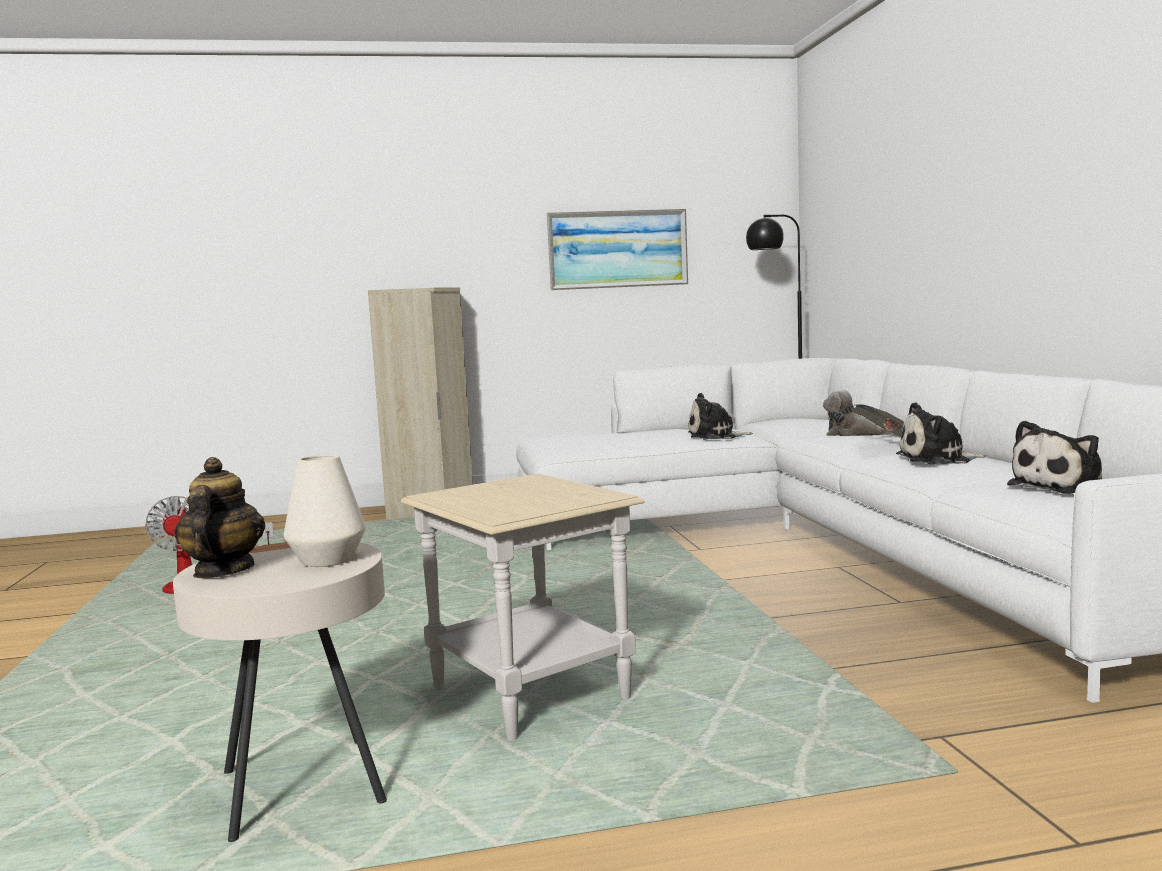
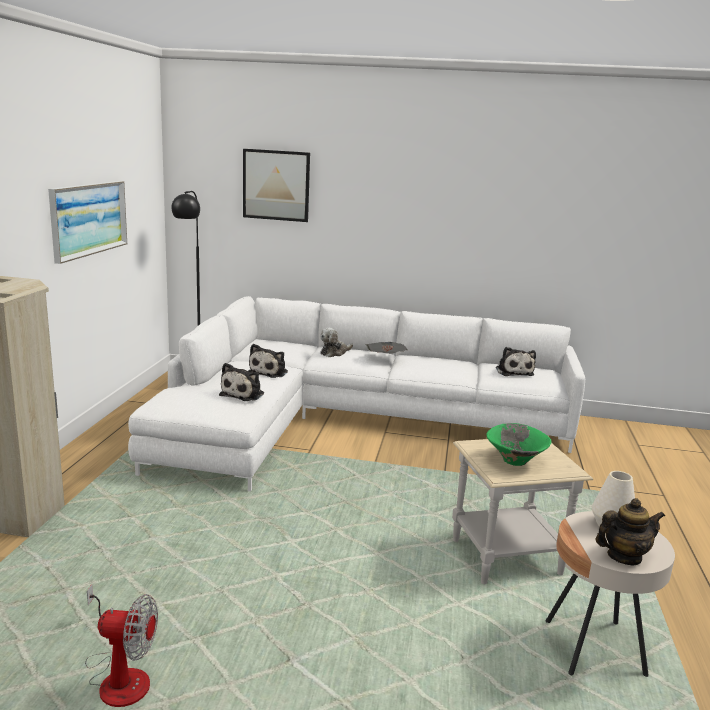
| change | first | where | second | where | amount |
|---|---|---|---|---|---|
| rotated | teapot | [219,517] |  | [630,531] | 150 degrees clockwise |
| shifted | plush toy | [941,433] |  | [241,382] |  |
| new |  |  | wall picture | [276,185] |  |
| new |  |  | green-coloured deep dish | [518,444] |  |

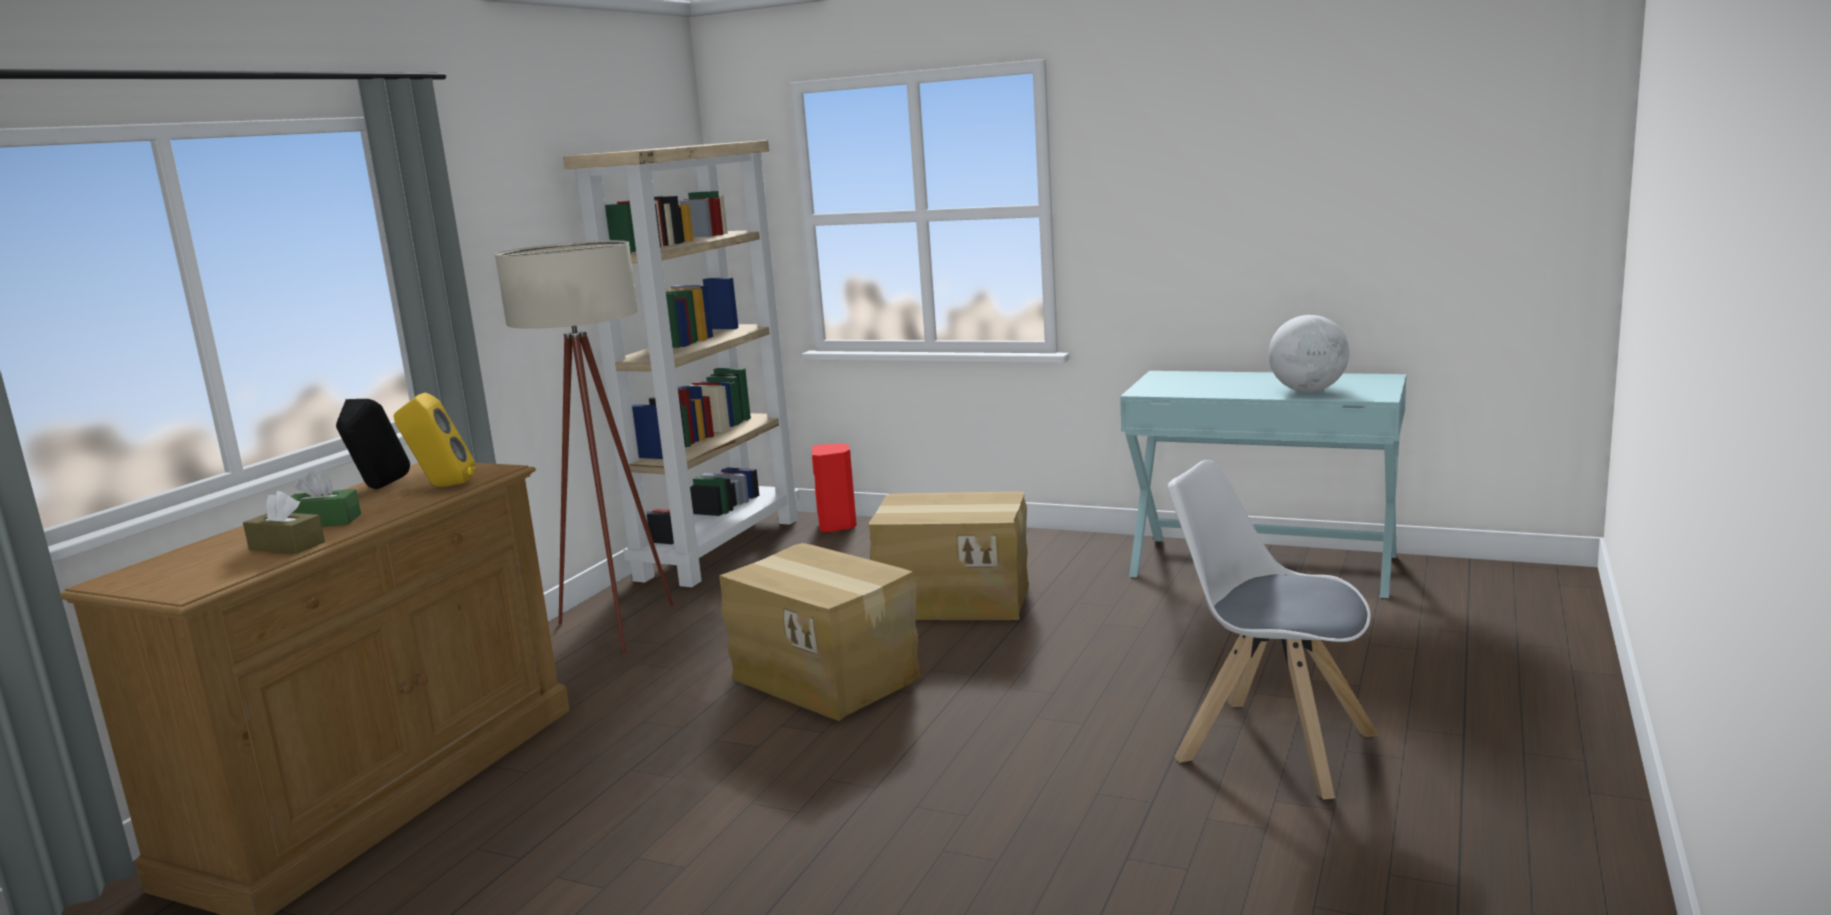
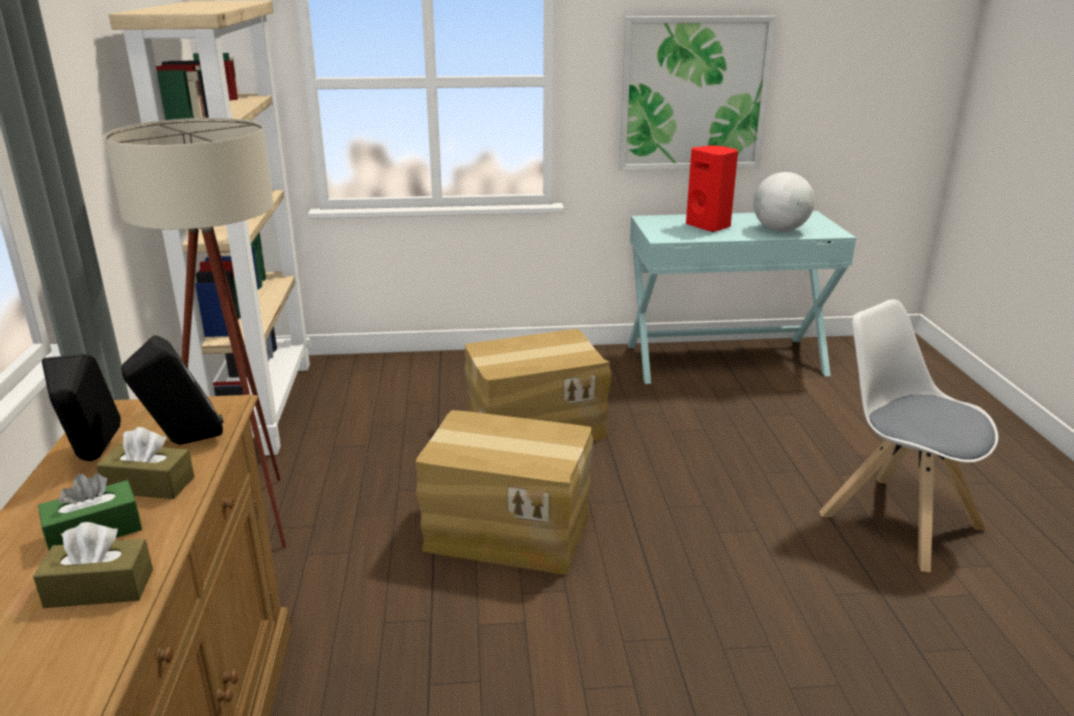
| change | first | where | second | where | amount |
|---|---|---|---|---|---|
| repainted | yellowish speaker | [434,440] | blackish speaker | [172,390] |  |
| shifted | reddish speaker | [834,488] |  | [712,188] |  |
| rotated | plain chair | [1273,630] |  | [908,436] | 45 degrees clockwise |
| new |  |  | brown box of tissues | [145,463] |  |
| new |  |  | wall picture | [697,93] |  |

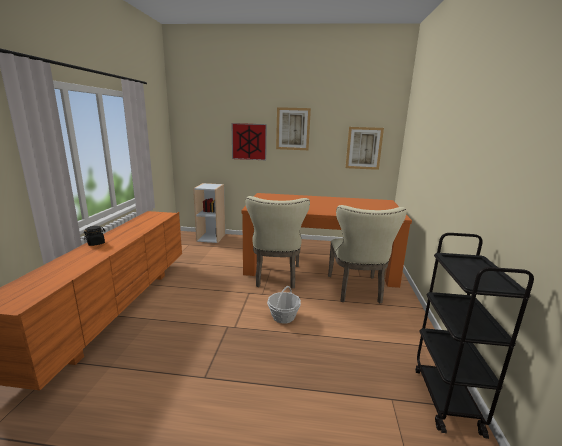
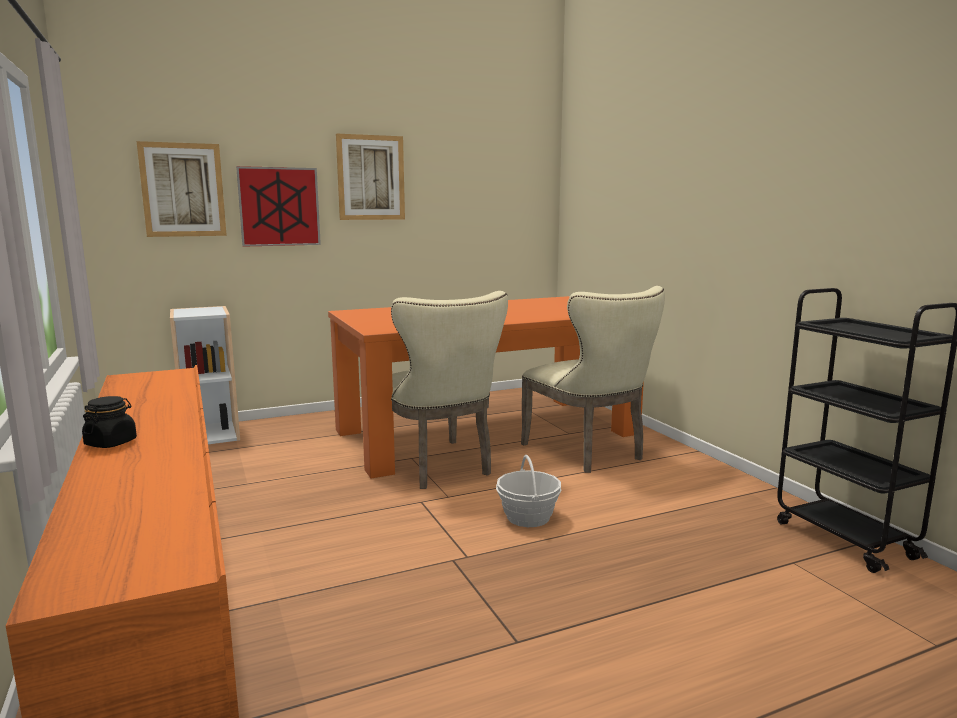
| change | first | where | second | where | amount |
|---|---|---|---|---|---|
| shifted | wall picture | [364,148] |  | [182,189] |  |

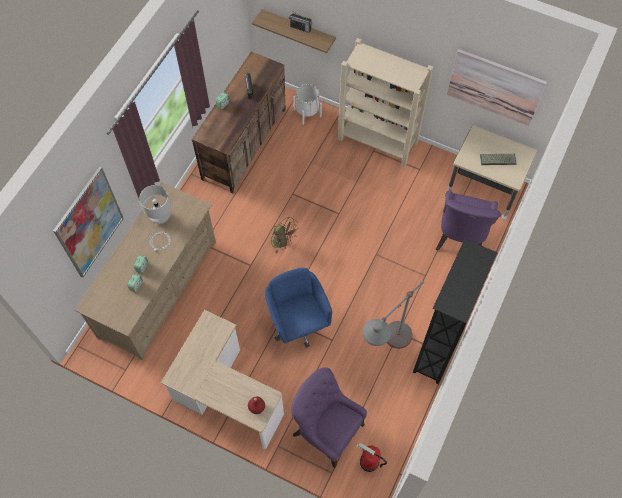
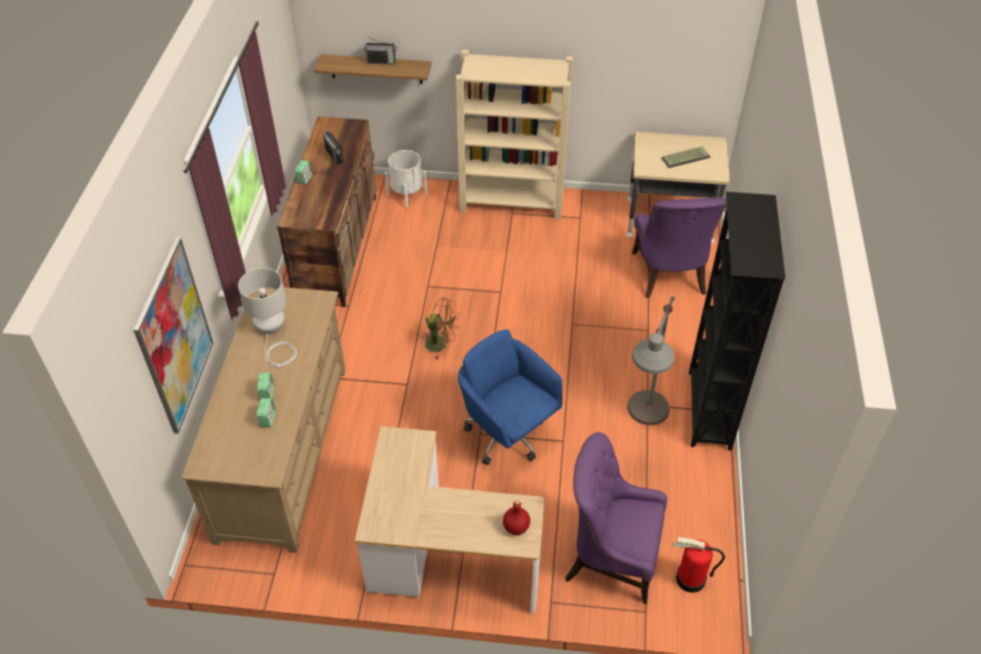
| change | first | where | second | where | amount |
|---|---|---|---|---|---|
| gone | wall picture | [497,87] |  |  |  |

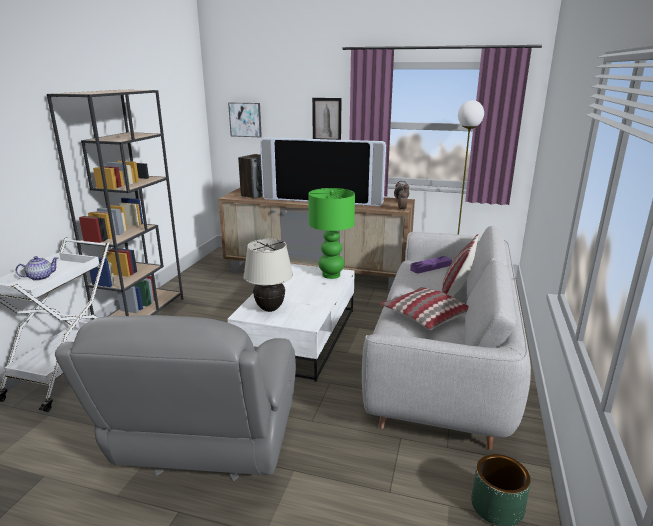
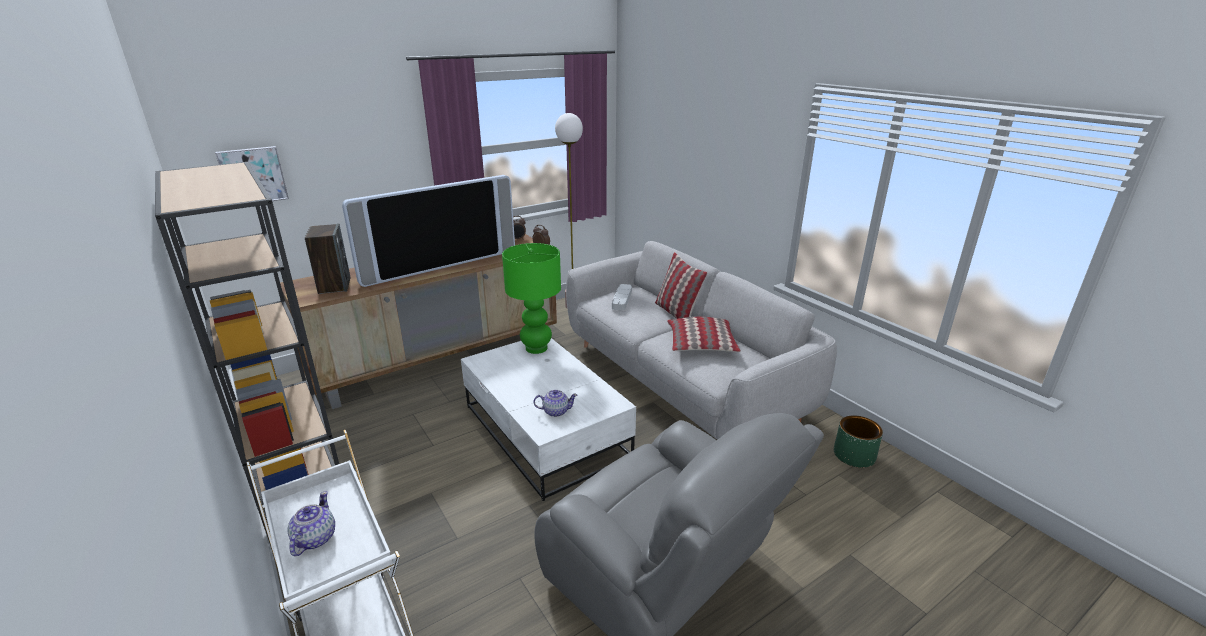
| change | first | where | second | where | amount |
|---|---|---|---|---|---|
| swapped | beige-coloured tabletop lamp | [268,275] | teapot | [555,403] |  |
| gone | wall picture | [327,119] |  |  |  |
| repainted | purplish carrying tray | [431,264] | grey carrying tray | [622,297] |  |

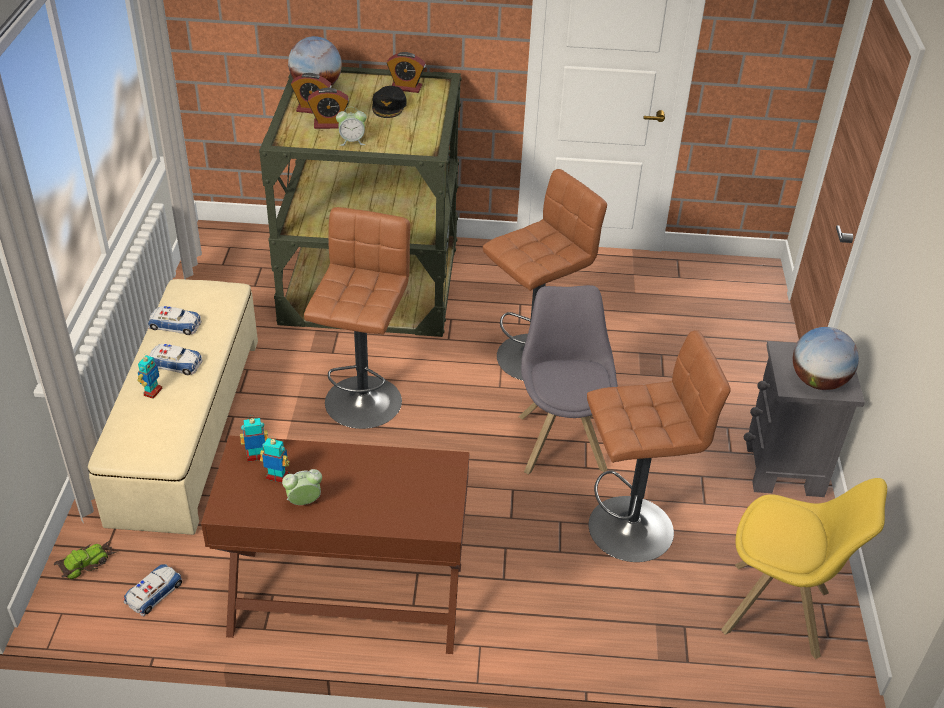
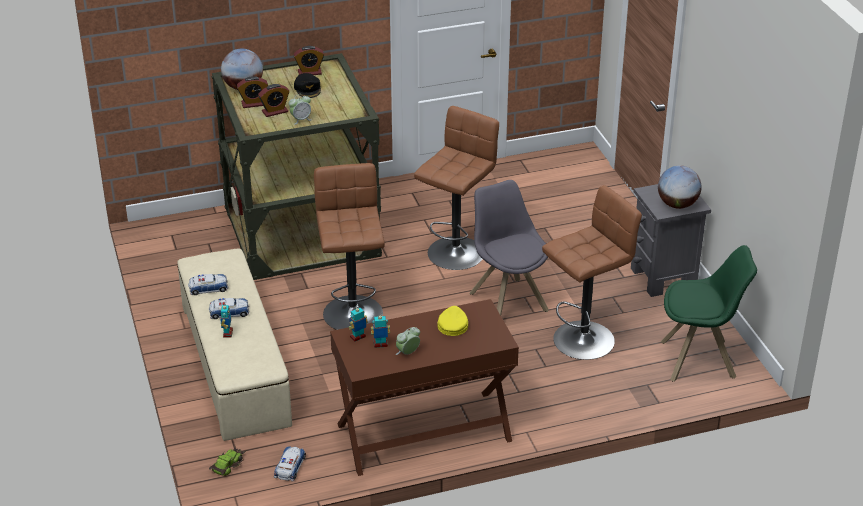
| change | first | where | second | where | amount |
|---|---|---|---|---|---|
| repainted | yellowish plain chair | [804,568] | green-coloured plain chair | [709,313] |  |
| new |  |  | yellowish cap | [453,321] |  |

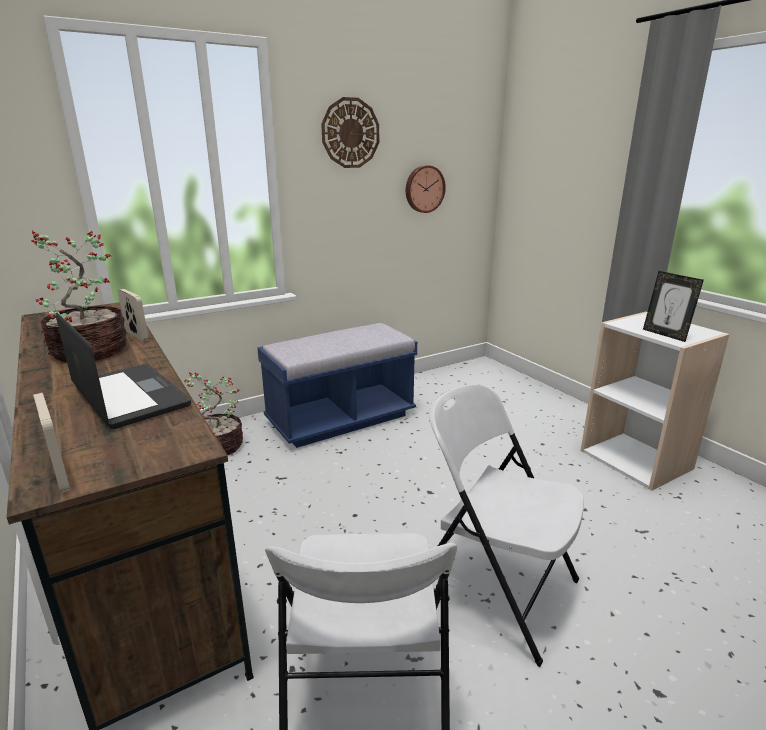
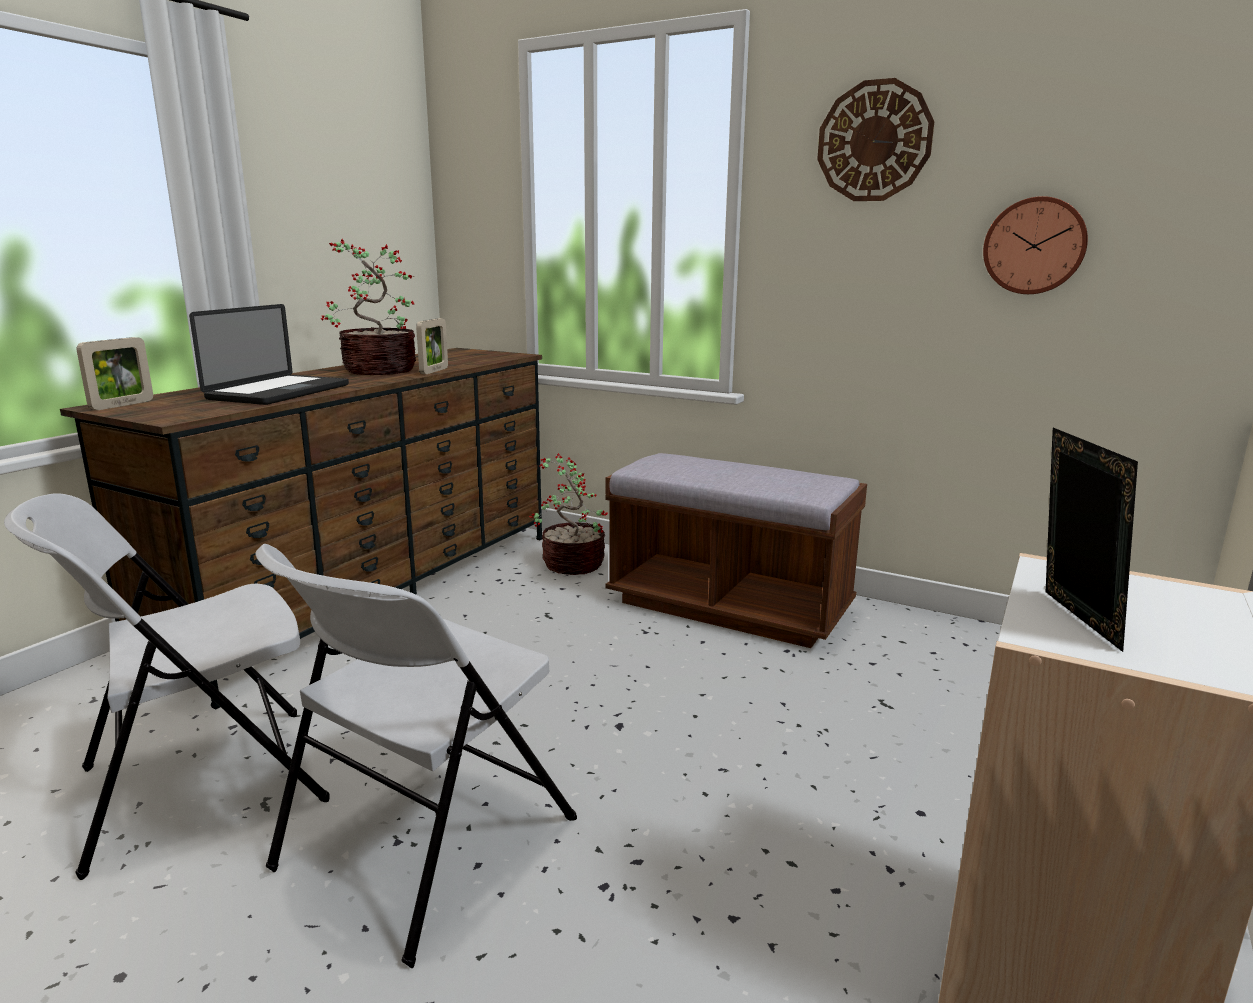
| change | first | where | second | where | amount |
|---|---|---|---|---|---|
| repainted | blue indoor bench | [337,385] | brown indoor bench | [736,550] |  |
| rotated | white-coloured plain chair | [506,526] |  | [416,756] | 150 degrees counterclockwise |
| rotated | picture frame | [673,306] |  | [1092,540] | 150 degrees clockwise |

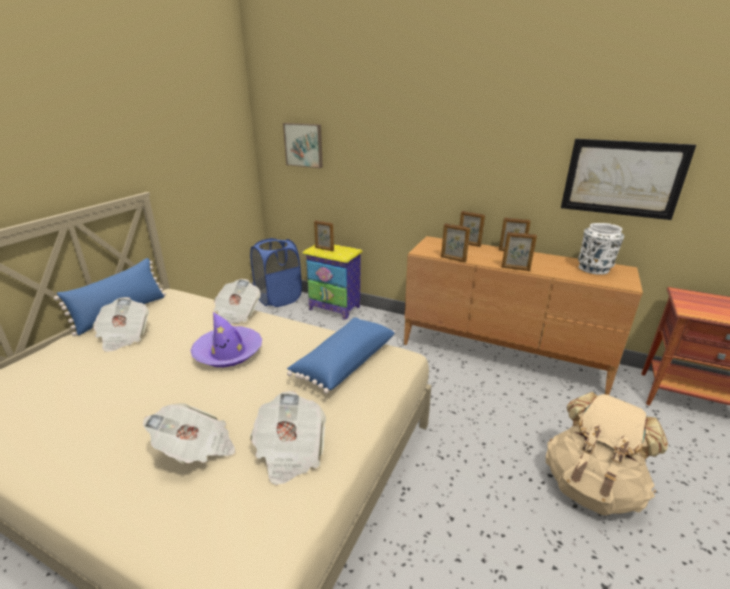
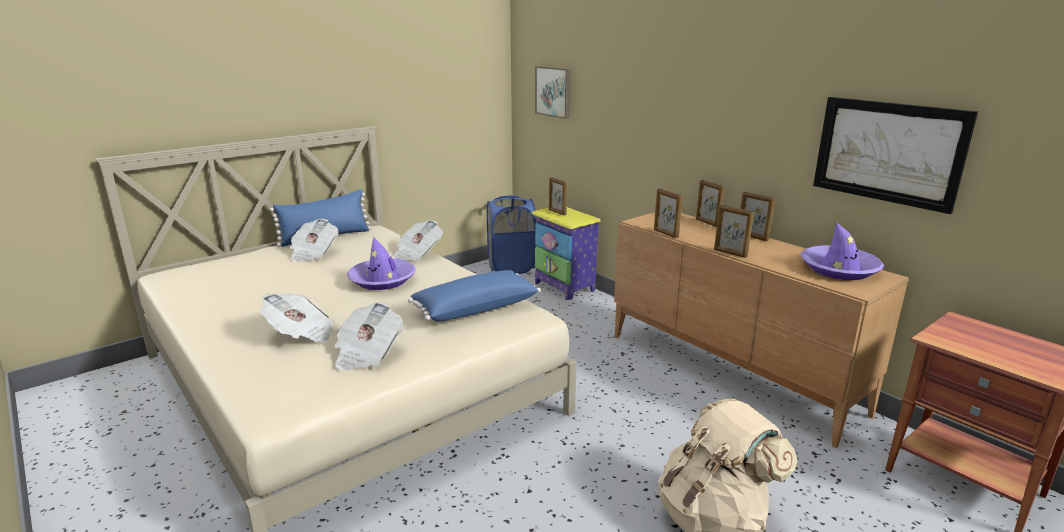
| change | first | where | second | where | amount |
|---|---|---|---|---|---|
| swapped | white-coloured vase | [601,249] | purplish clothing hat | [842,251] |  |

